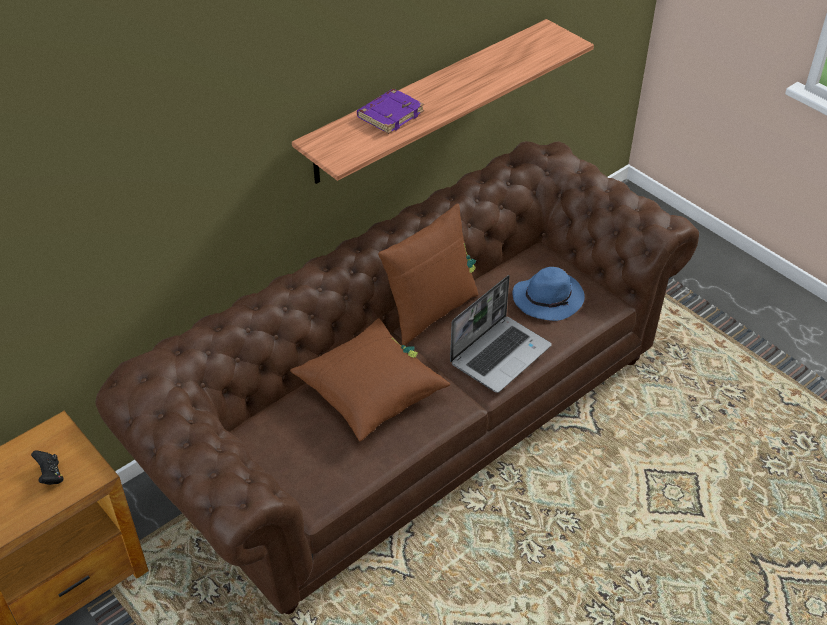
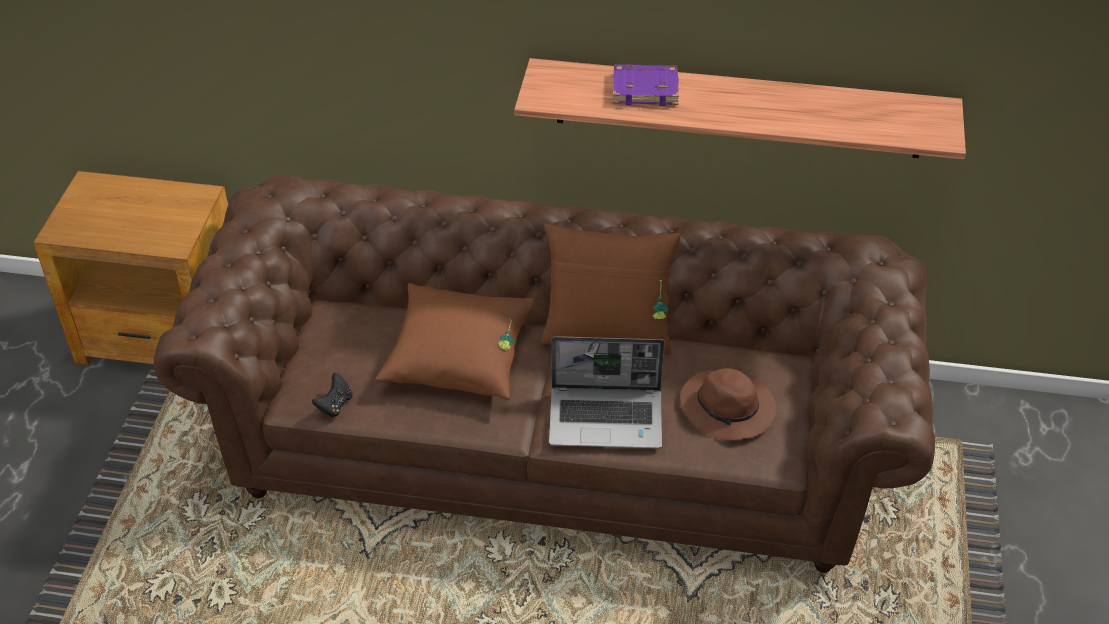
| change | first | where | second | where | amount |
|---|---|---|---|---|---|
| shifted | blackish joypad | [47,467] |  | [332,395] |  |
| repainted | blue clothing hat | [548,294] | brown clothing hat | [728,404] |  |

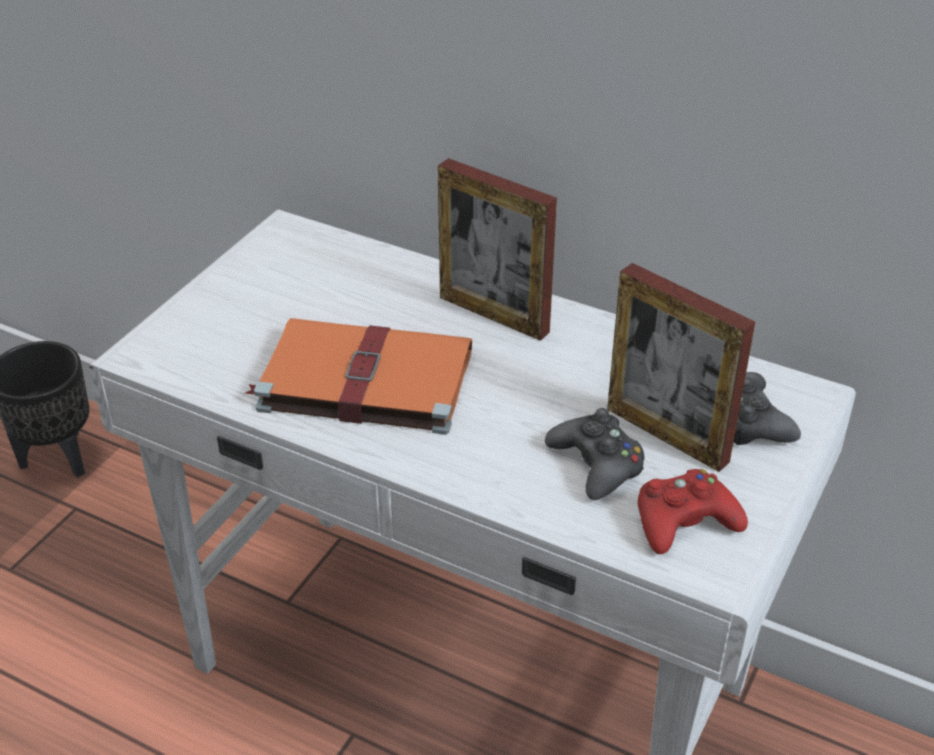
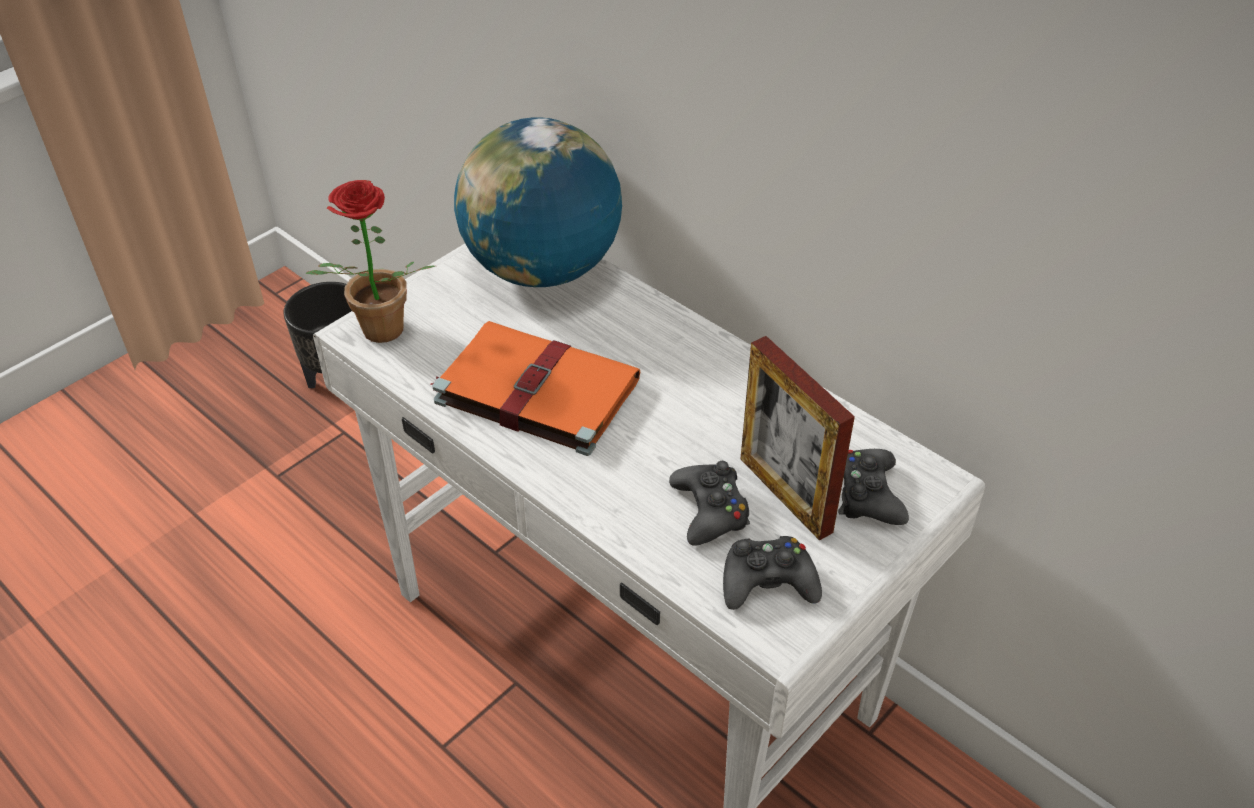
| change | first | where | second | where | amount |
|---|---|---|---|---|---|
| gone | picture frame | [497,249] |  |  |  |
| repainted | reddish joypad | [693,511] | blackish joypad | [772,573] |  |
| new |  |  | houseplant | [370,261] |  |
| new |  |  | globe | [538,202] |  |

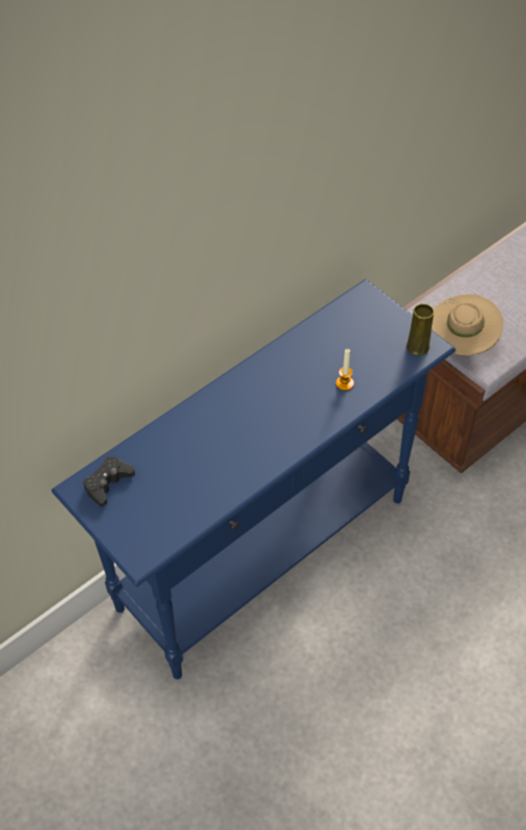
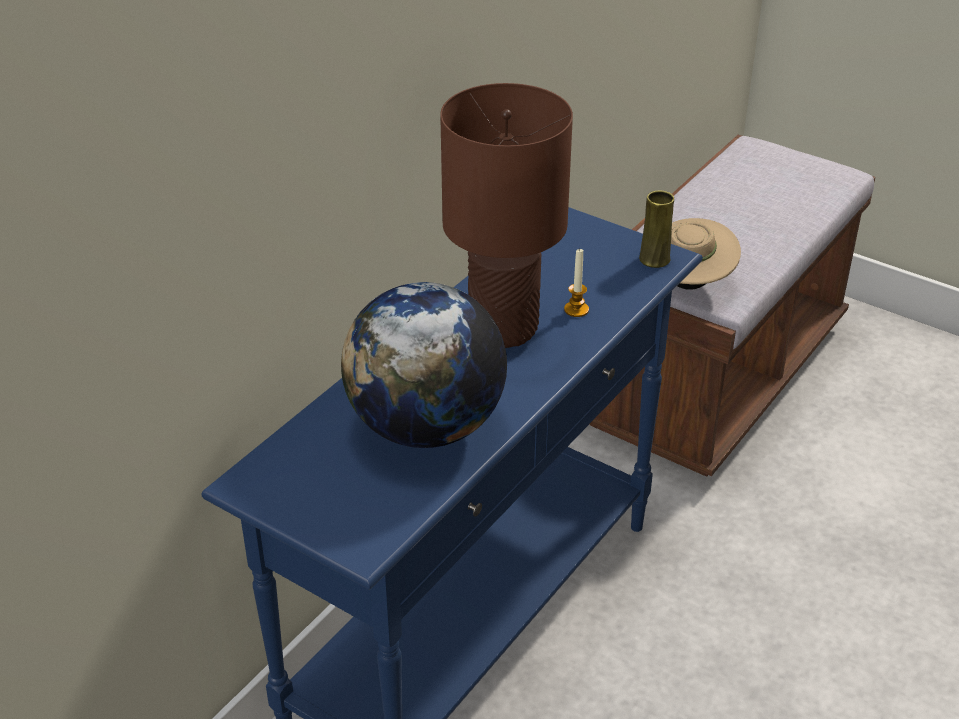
| change | first | where | second | where | amount |
|---|---|---|---|---|---|
| gone | blackish joypad | [109,482] |  |  |  |
| new |  |  | globe | [424,365] |  |
| new |  |  | brown tabletop lamp | [506,215] |  |

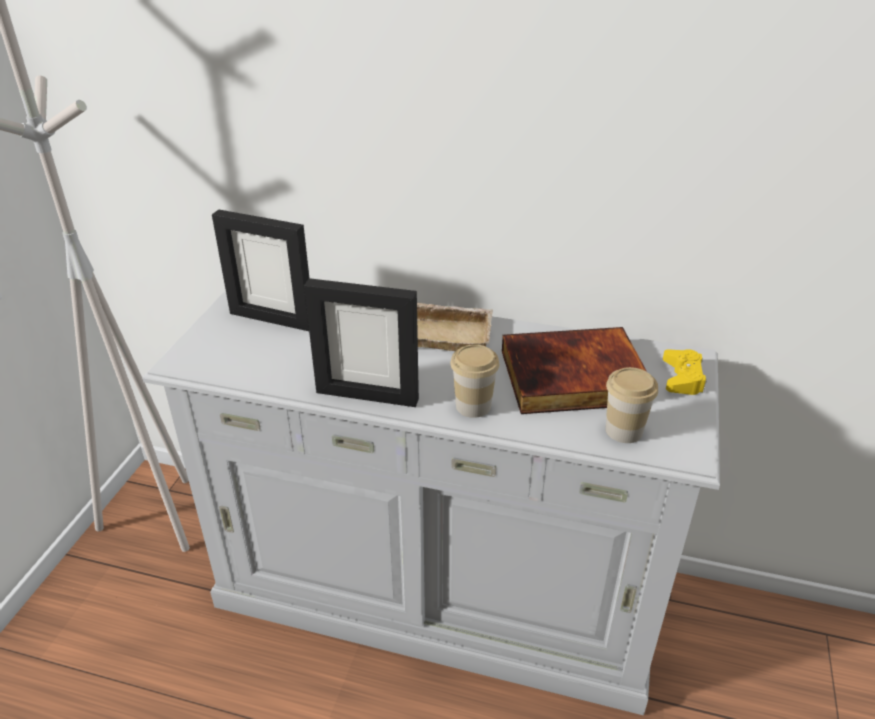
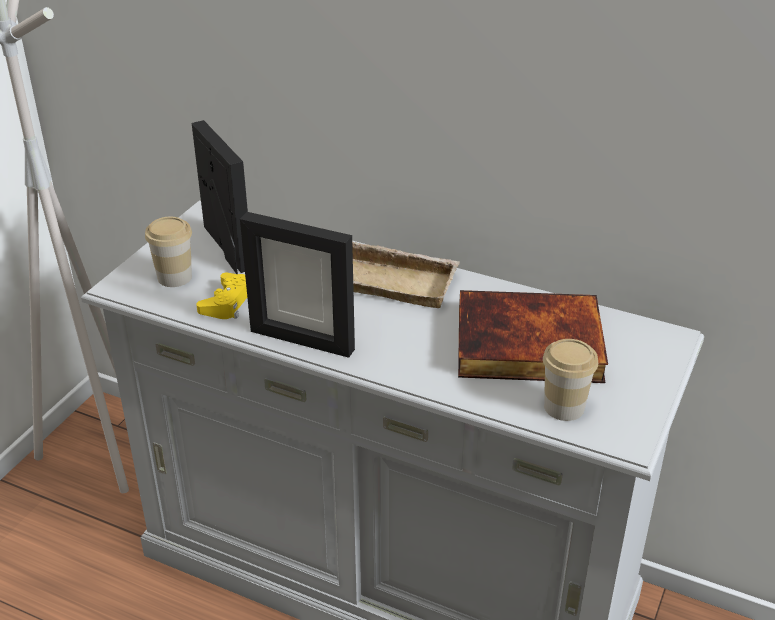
| change | first | where | second | where | amount |
|---|---|---|---|---|---|
| rotated | picture frame | [260,270] |  | [220,197] | 150 degrees counterclockwise |
| shifted | cup | [474,381] |  | [168,252] |  |
| shifted | yellowish joypad | [684,372] |  | [221,296] |  |

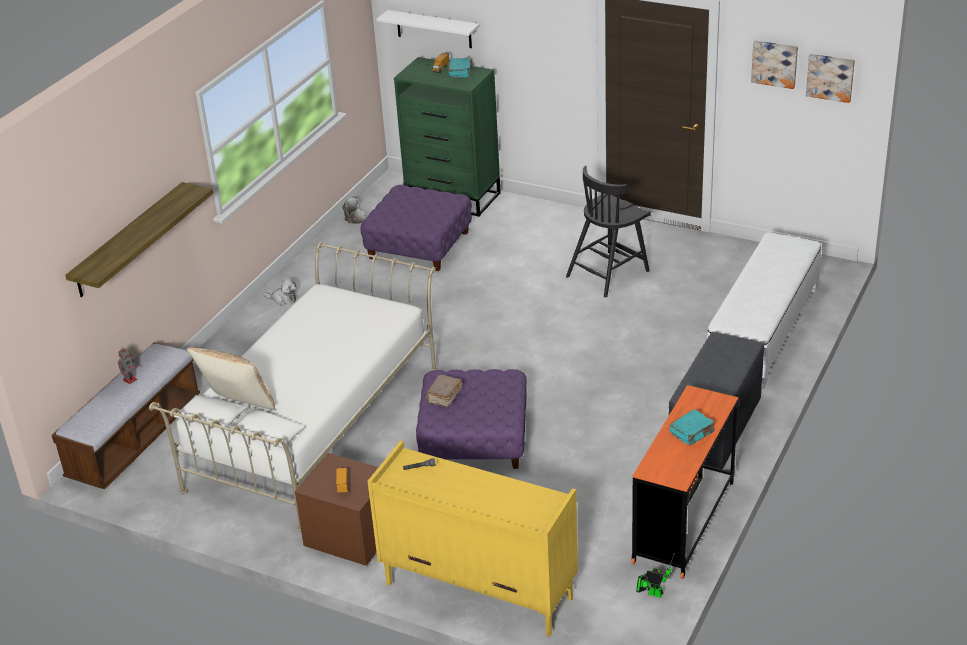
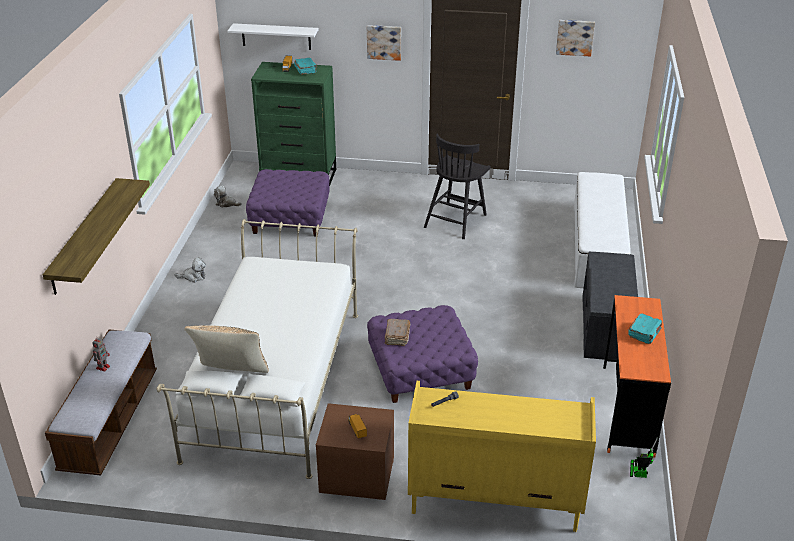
| change | first | where | second | where | amount |
|---|---|---|---|---|---|
| shifted | wall picture | [830,78] |  | [384,43] |  |

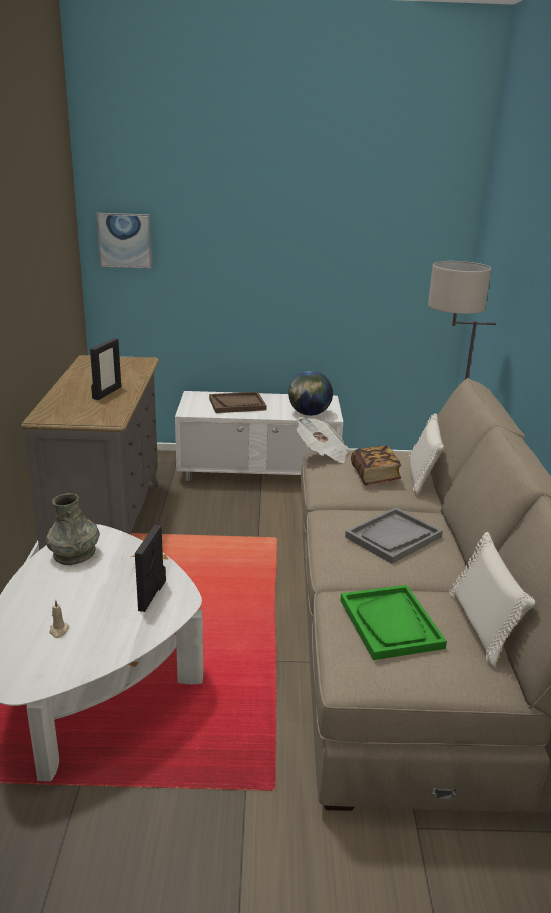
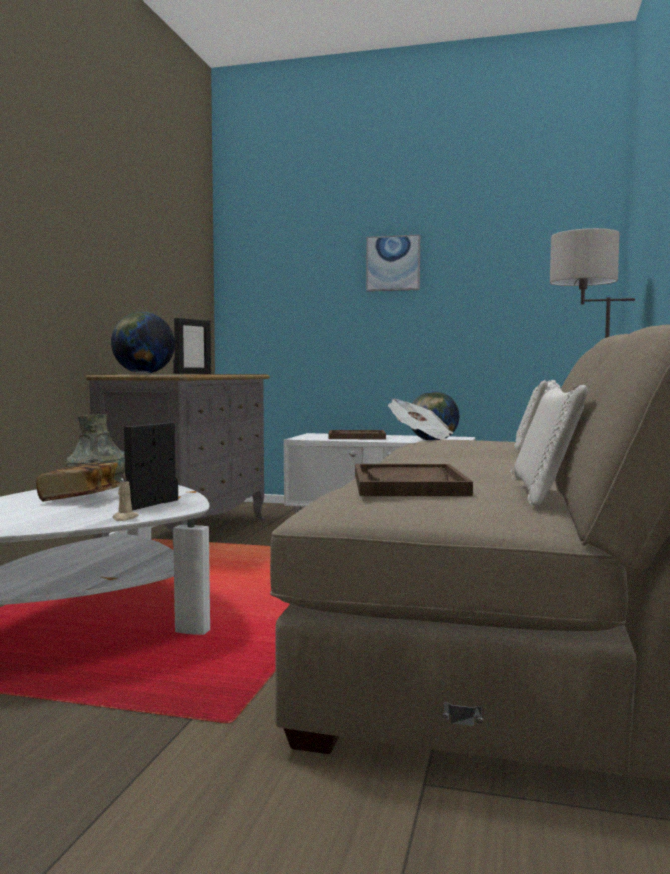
| change | first | where | second | where | amount |
|---|---|---|---|---|---|
| shifted | beige-coloured candle | [59,619] |  | [126,496] |  |
| shifted | wall picture | [124,241] |  | [393,263] |  |
| repainted | green-coloured carrying tray | [393,622] | brown carrying tray | [414,480] |  |
| gone | grey carrying tray | [394,536] |  |  |  |
| shifted | bound book | [376,465] |  | [78,481] |  |
| new |  |  | globe | [143,343] |  |

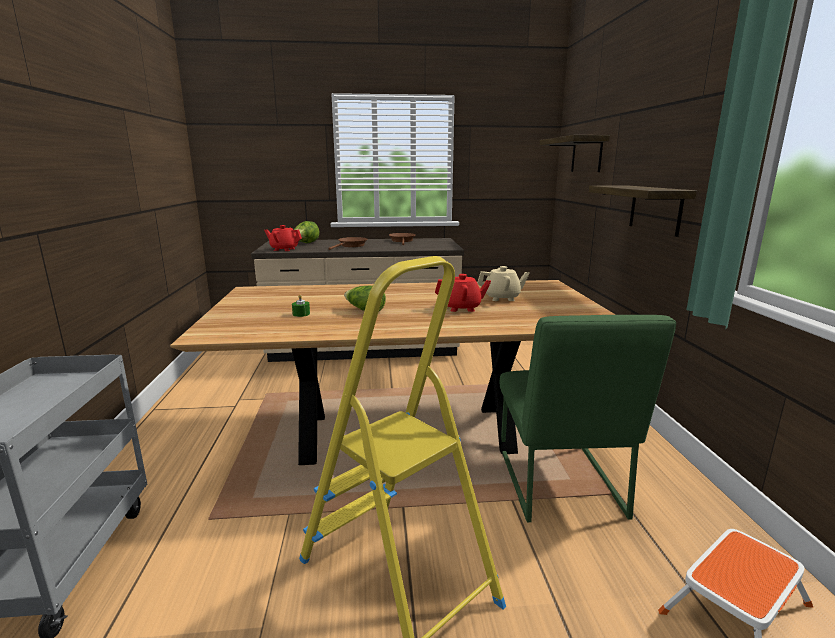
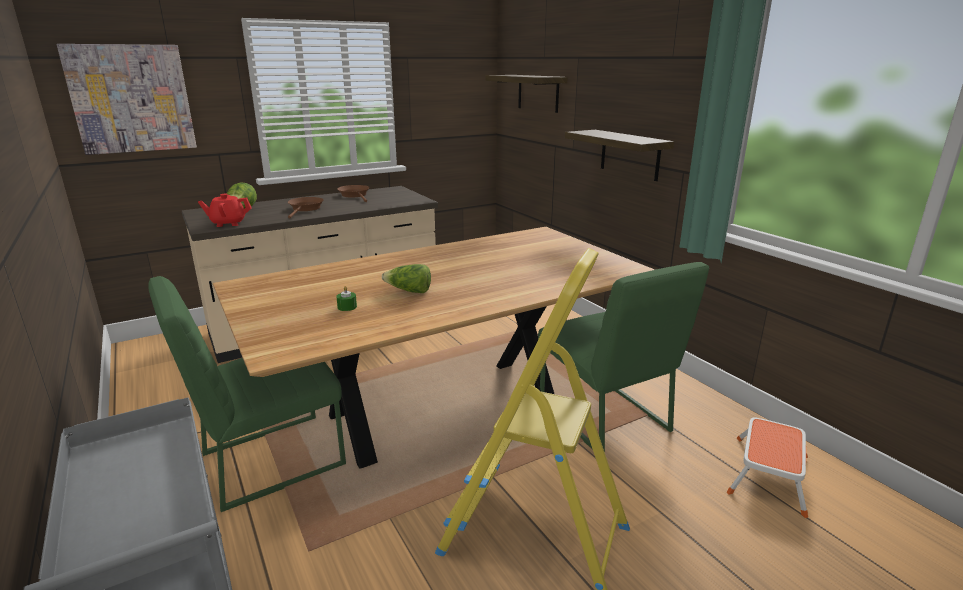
| change | first | where | second | where | amount |
|---|---|---|---|---|---|
| gone | reddish teapot | [463,293] |  |  |  |
| gone | beige-coloured teapot | [503,283] |  |  |  |
| new |  |  | wall picture | [126,99] |  |
| new |  |  | green-coloured plain chair | [247,394] |  |

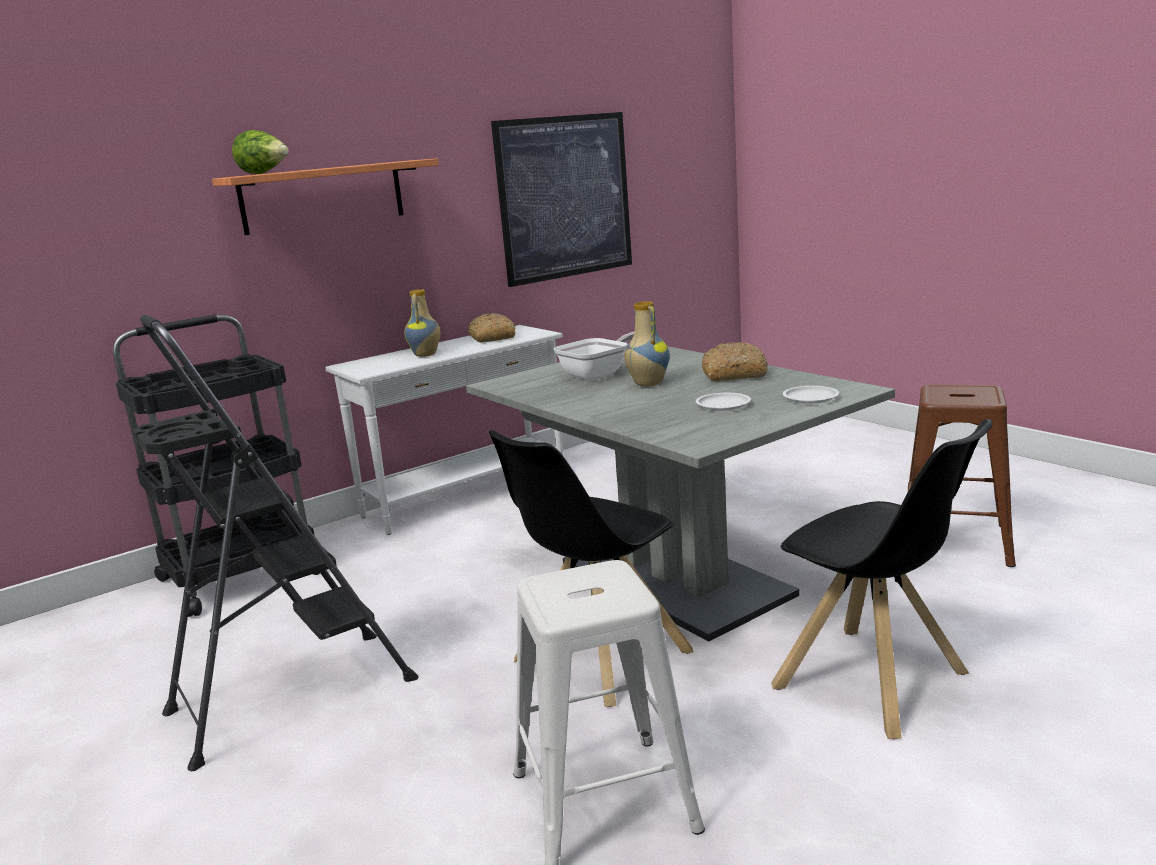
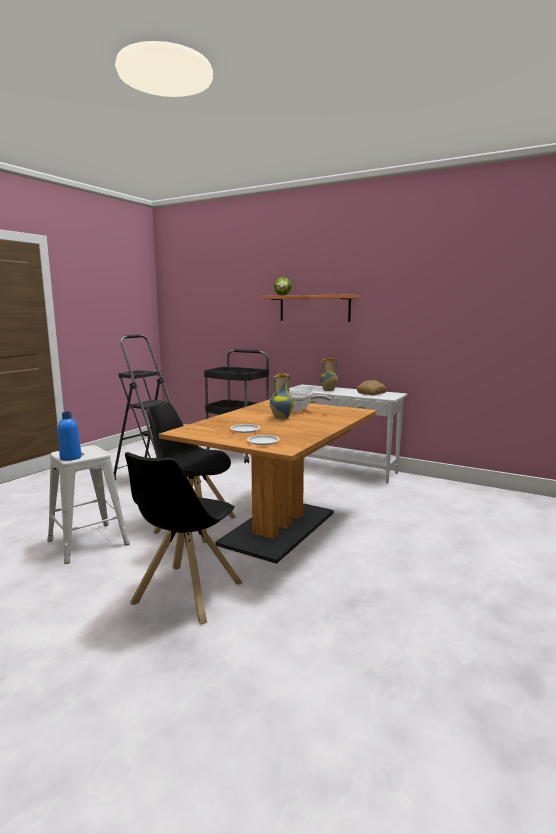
| change | first | where | second | where | amount |
|---|---|---|---|---|---|
| repainted | grey dinner table | [680,494] | brown dinner table | [268,481] |  |
| gone | wall picture | [561,199] |  |  |  |
| gone | bakery bread | [734,361] |  |  |  |
| gone | brown stool | [961,476] |  |  |  |
| new |  |  | blue drink bottle | [70,436] |  |

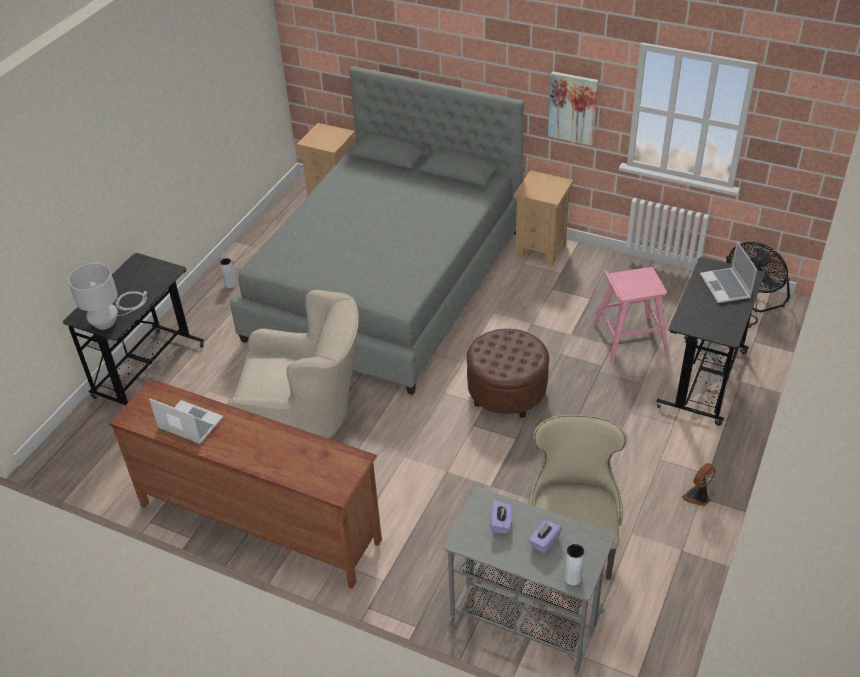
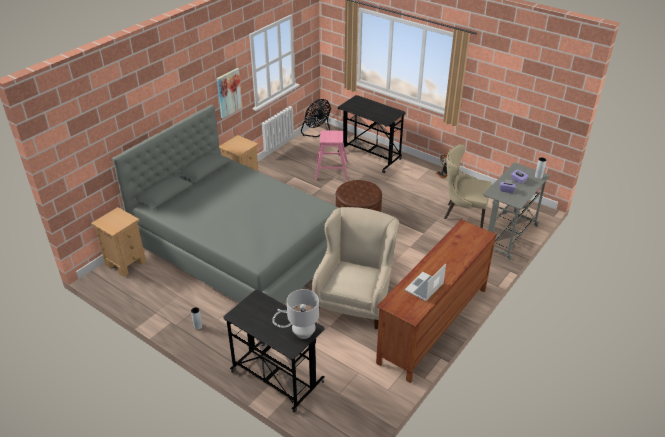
| change | first | where | second | where | amount |
|---|---|---|---|---|---|
| gone | notebook computer | [728,272] |  |  |  |

